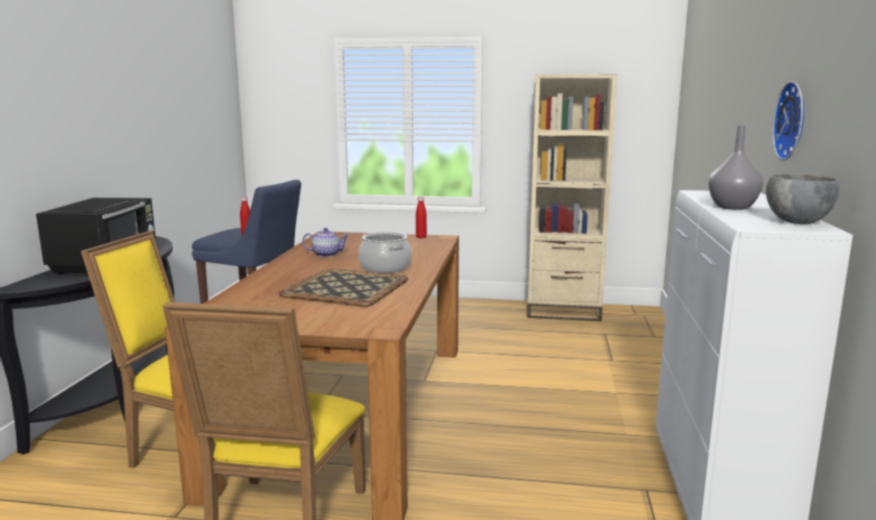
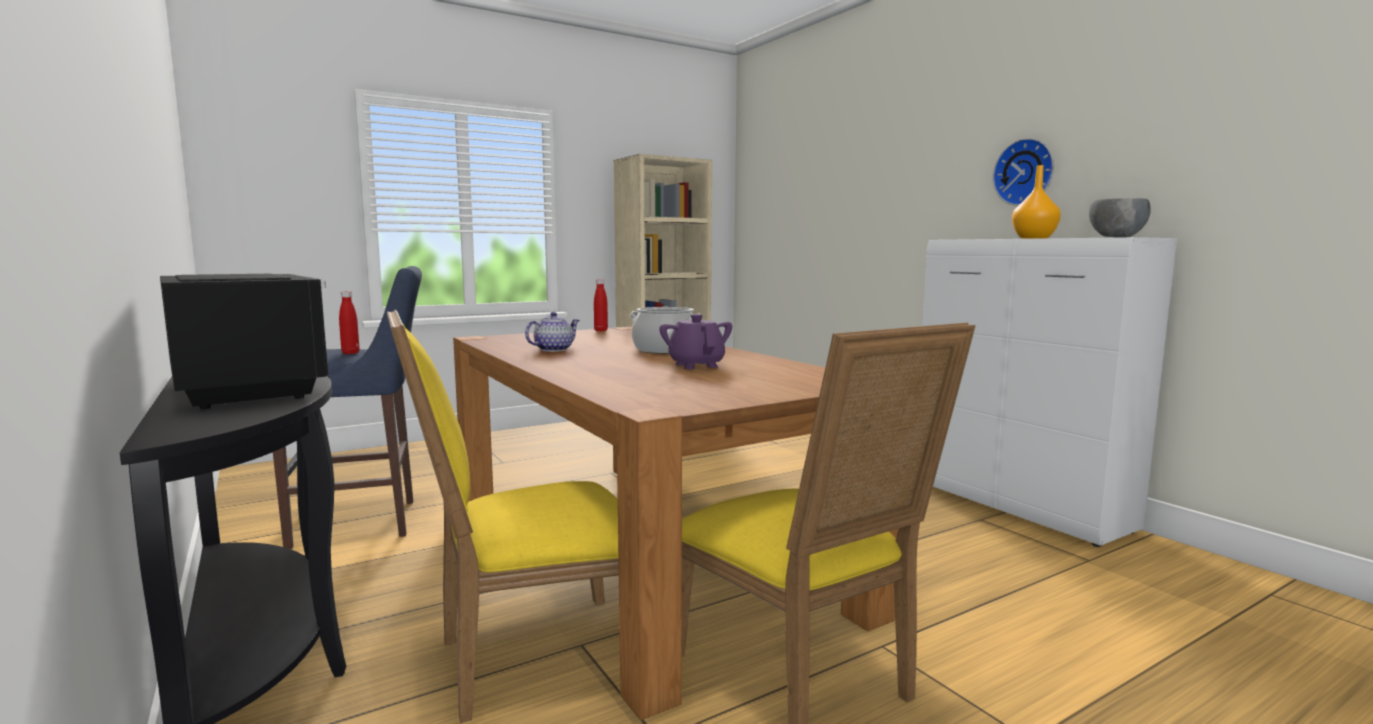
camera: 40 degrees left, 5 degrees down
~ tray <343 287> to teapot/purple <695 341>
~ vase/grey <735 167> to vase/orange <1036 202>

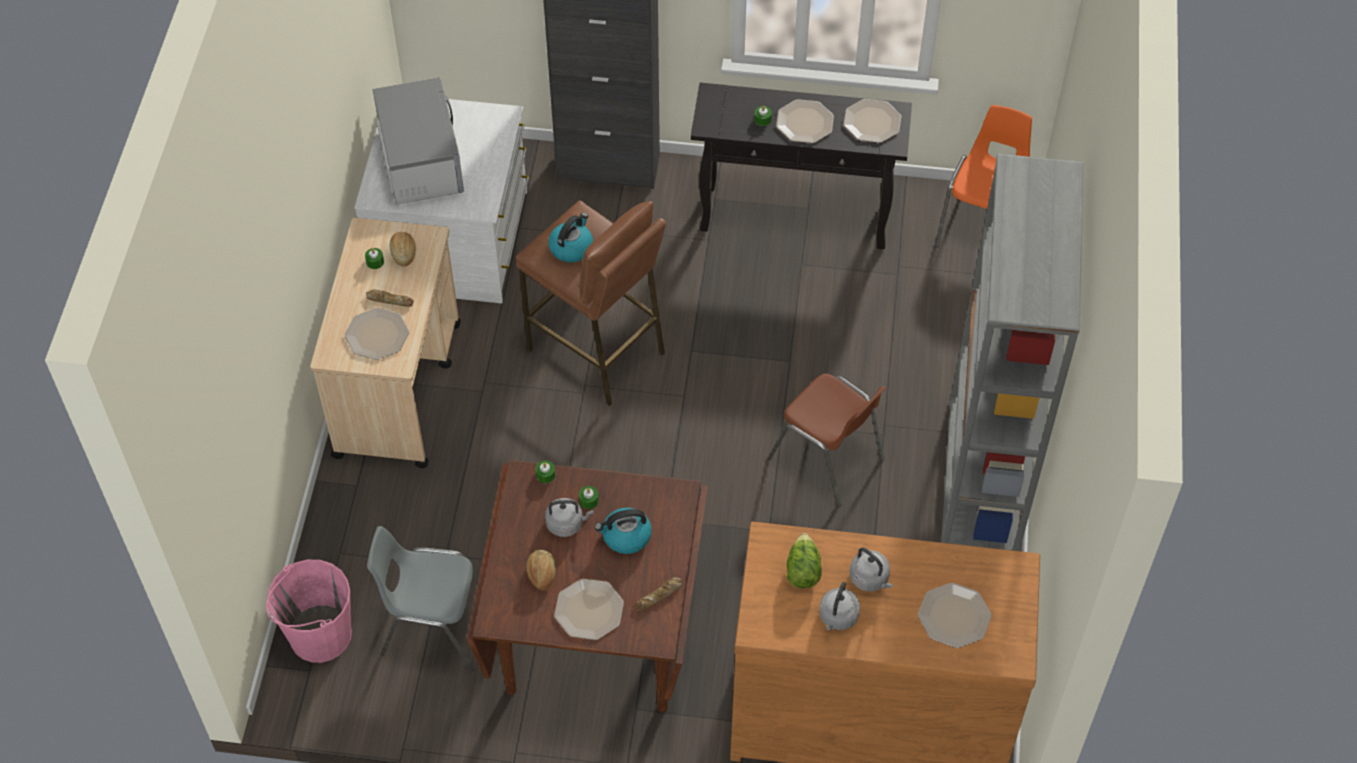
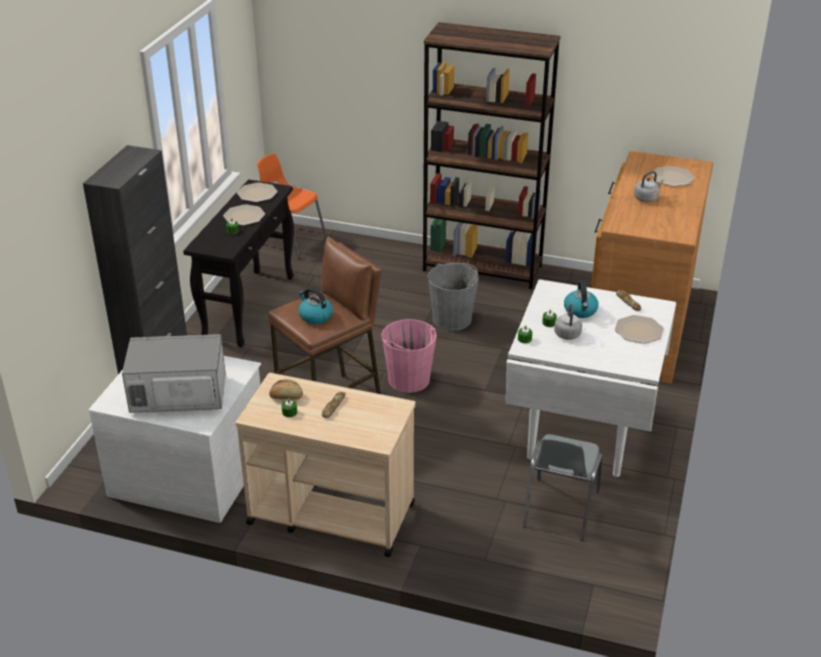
camera: 80 degrees left, 20 degrees down
~ bucket/pink <309 611> to <409 356>
- plate <377 334>
~ dining table/brown <587 586> to dining table/white <591 378>
- bread <541 570>
~ chair/brown <827 440> to bucket/grey <453 297>
- lettuce <804 560>
- kettle/grey <839 606>
~ bookcase/grey <1012 352> to bookcase/brown <492 155>

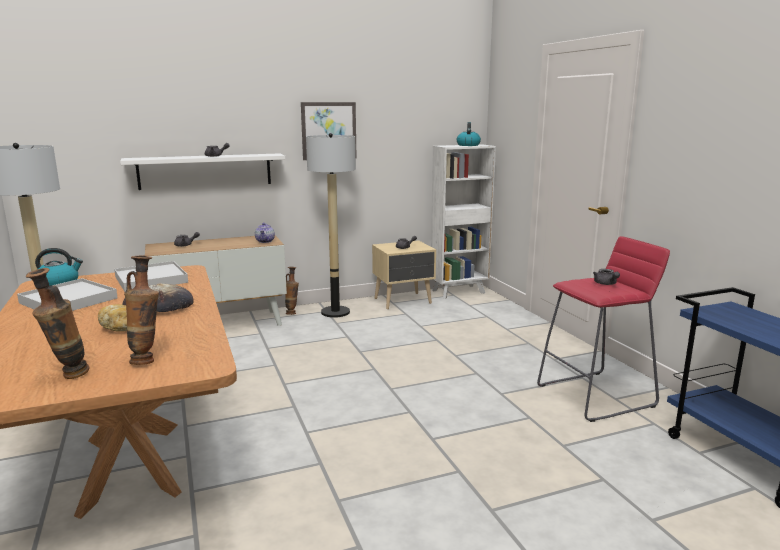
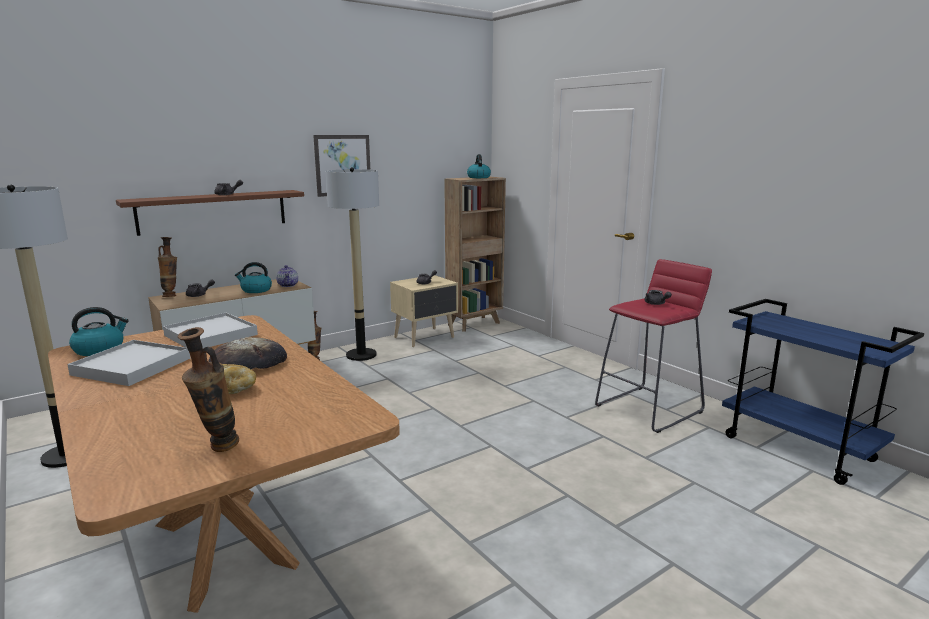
camera: 15 degrees left, 0 degrees up
~ shelf/white <202 171> to shelf/brown <210 213>
~ vase <141 310> to <167 267>
~ bookcase/white <463 221> to bookcase/brown <475 254>
+ kettle <253 277>

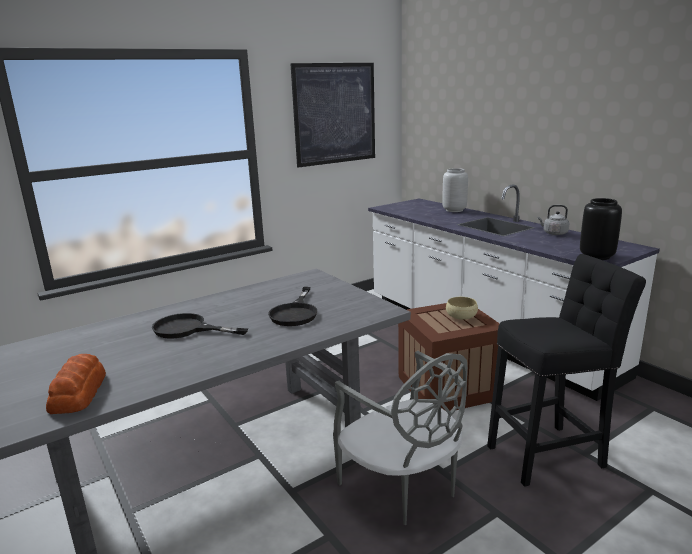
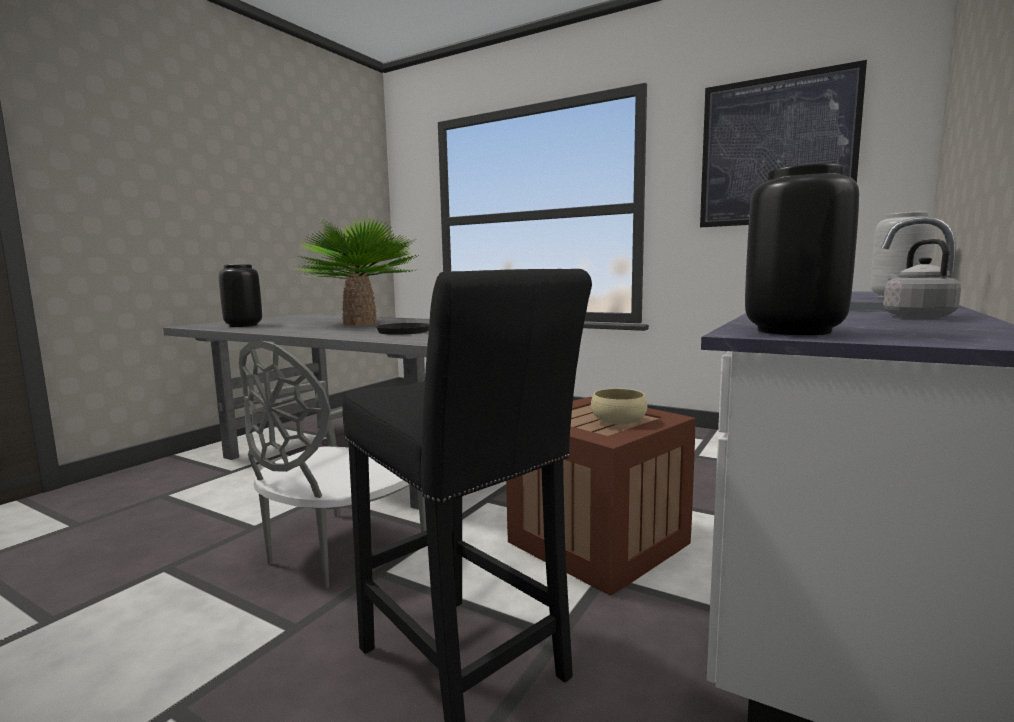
camera: 65 degrees right, 10 degrees down
~ bread <76 384> to vase/black <240 296>
~ frying pan/black <200 326> to potted plant <356 271>

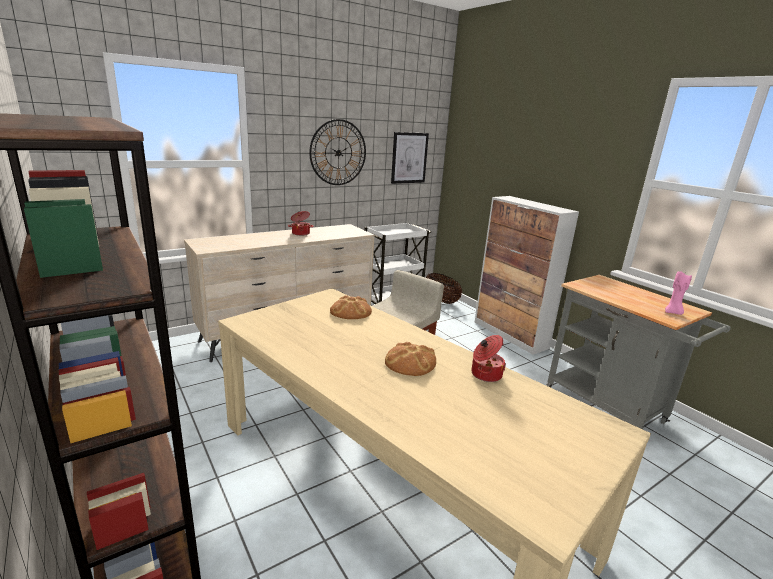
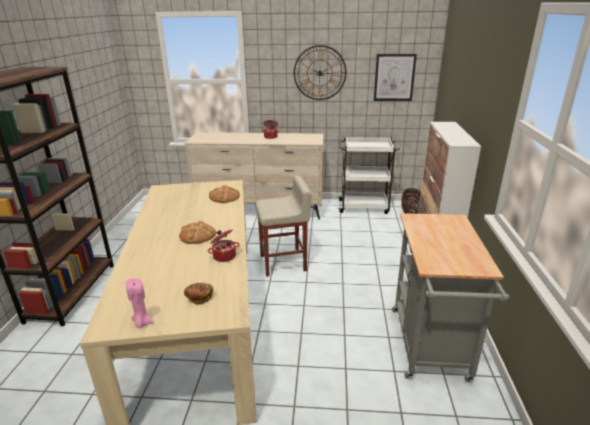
camera: 40 degrees right, 5 degrees up
~ candle/pink <678 293> to <140 303>
+ bread <198 294>

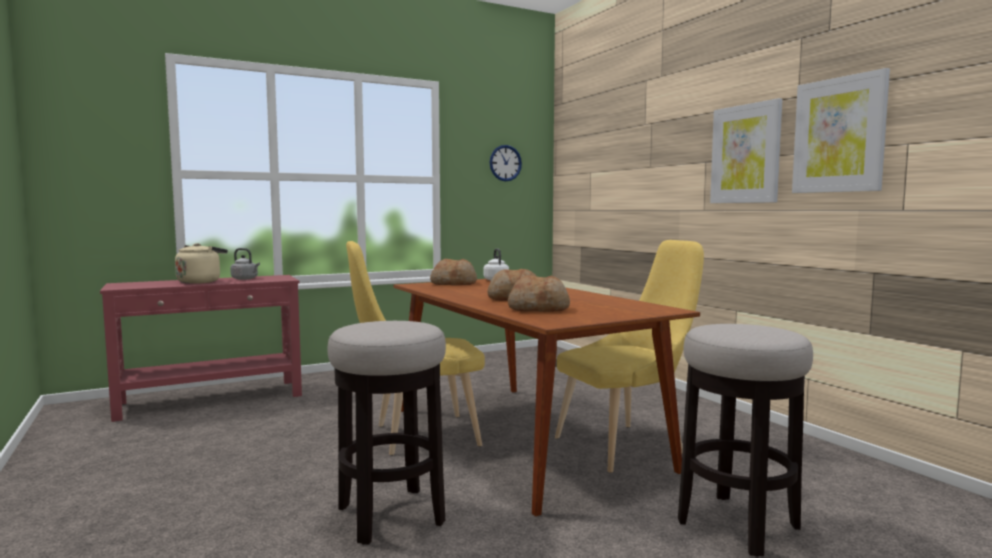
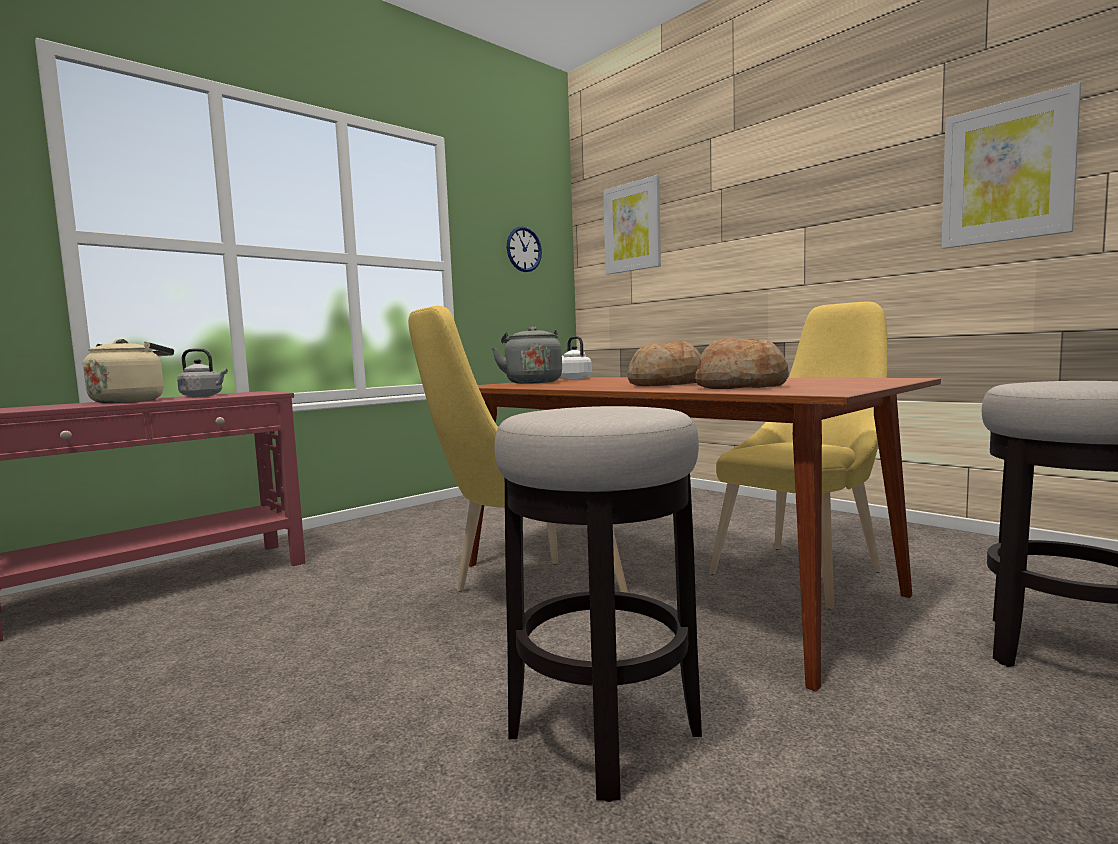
camera: 15 degrees left, 0 degrees up
~ bread <453 272> to kettle/grey <527 355>
~ picture <746 150> to <632 225>

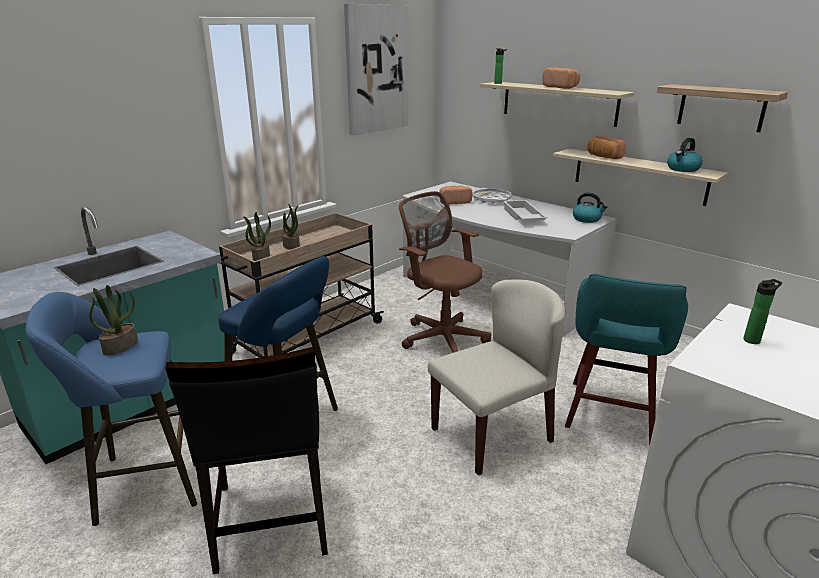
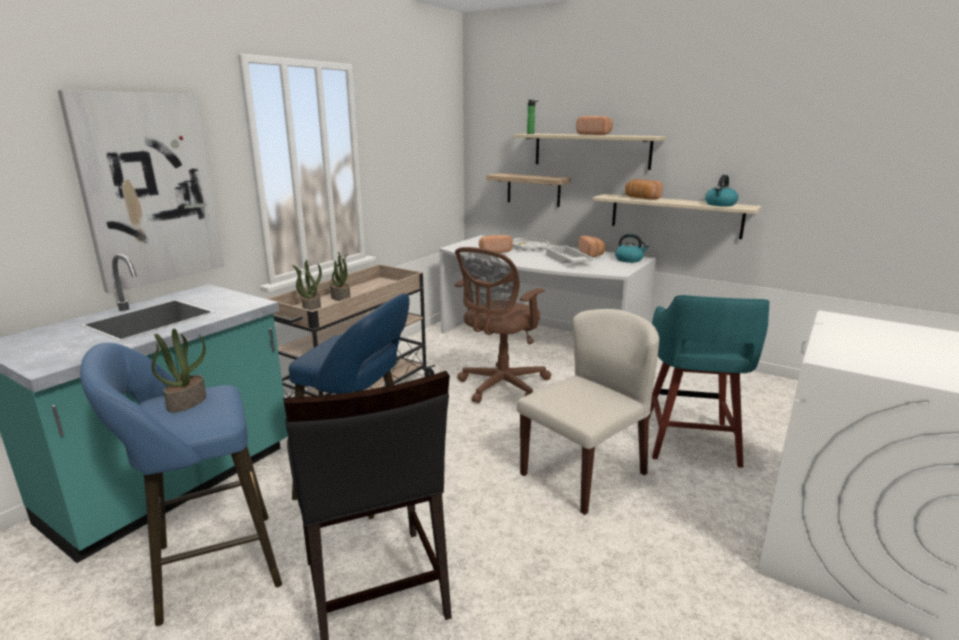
camera: 10 degrees left, 5 degrees down
~ picture <376 70> to <141 191>
~ office chair/brown <445 272> = <502 325> 90 degrees counterclockwise
~ shelf <722 108> to <528 190>
- bottle <762 311>
+ bread <592 246>

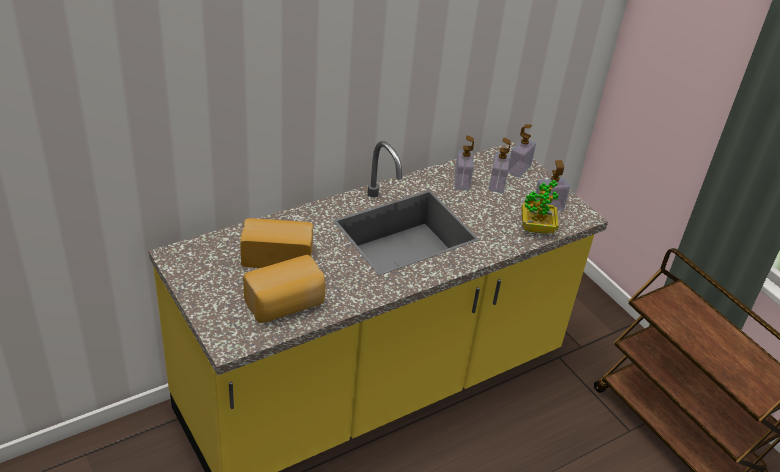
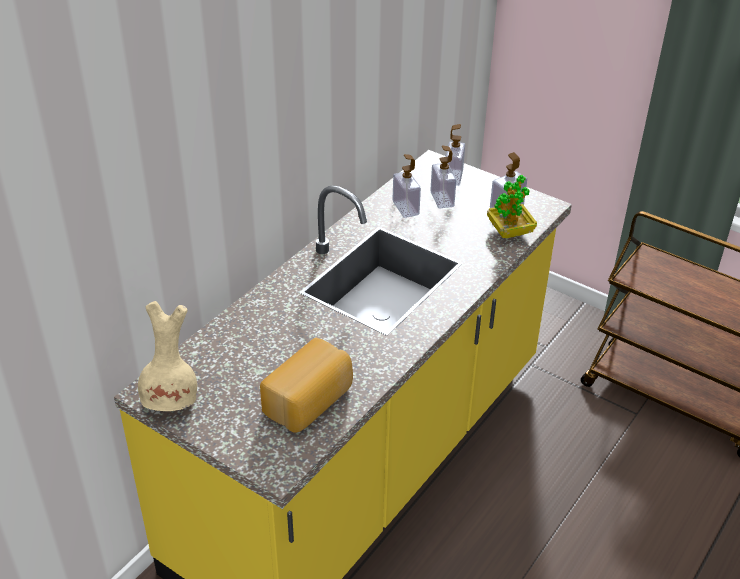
camera: 20 degrees left, 0 degrees up
- bread <276 243>
+ vase/beige <167 356>

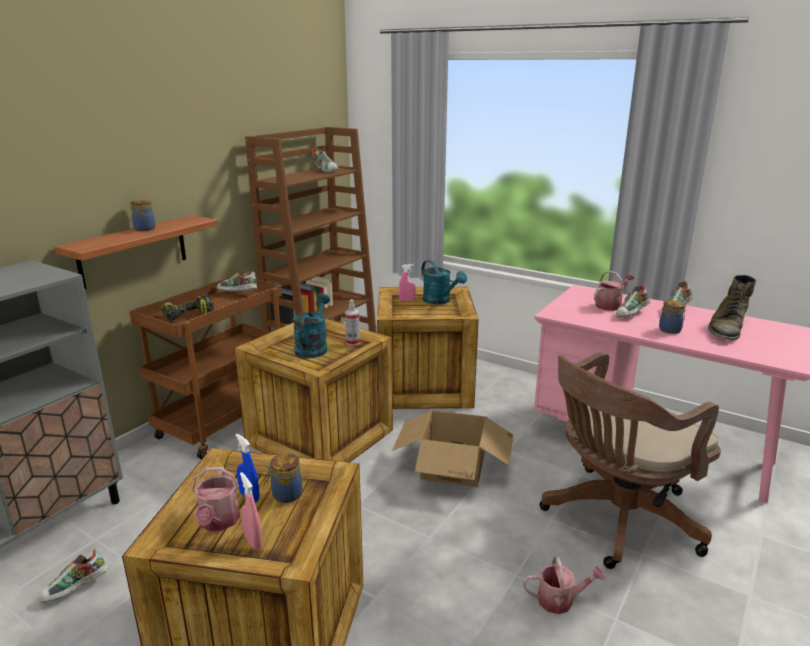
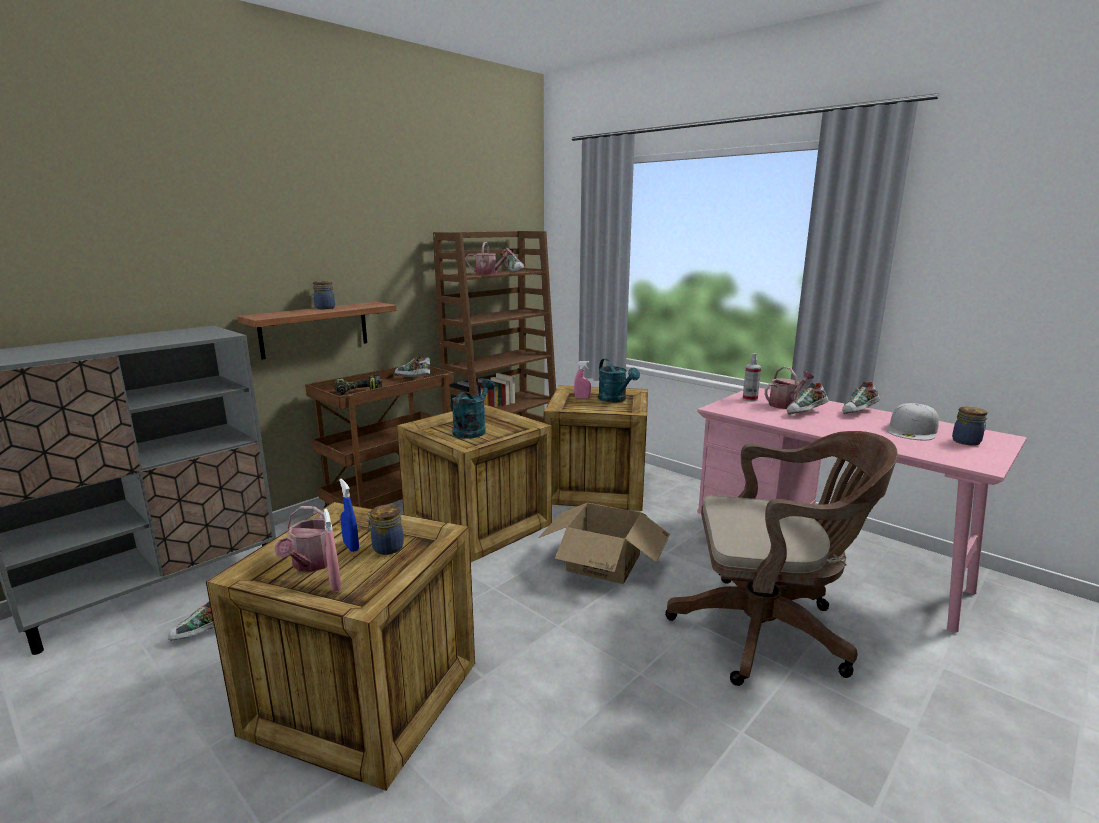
camera: 10 degrees right, 5 degrees down
~ spray bottle <352 322> to <752 377>
~ watering can <564 585> to <490 258>
~ office chair/brown <630 460> = <781 558> 150 degrees counterclockwise
~ jar <672 317> to <970 426>
~ boot/green <732 308> to cap/white <913 422>

